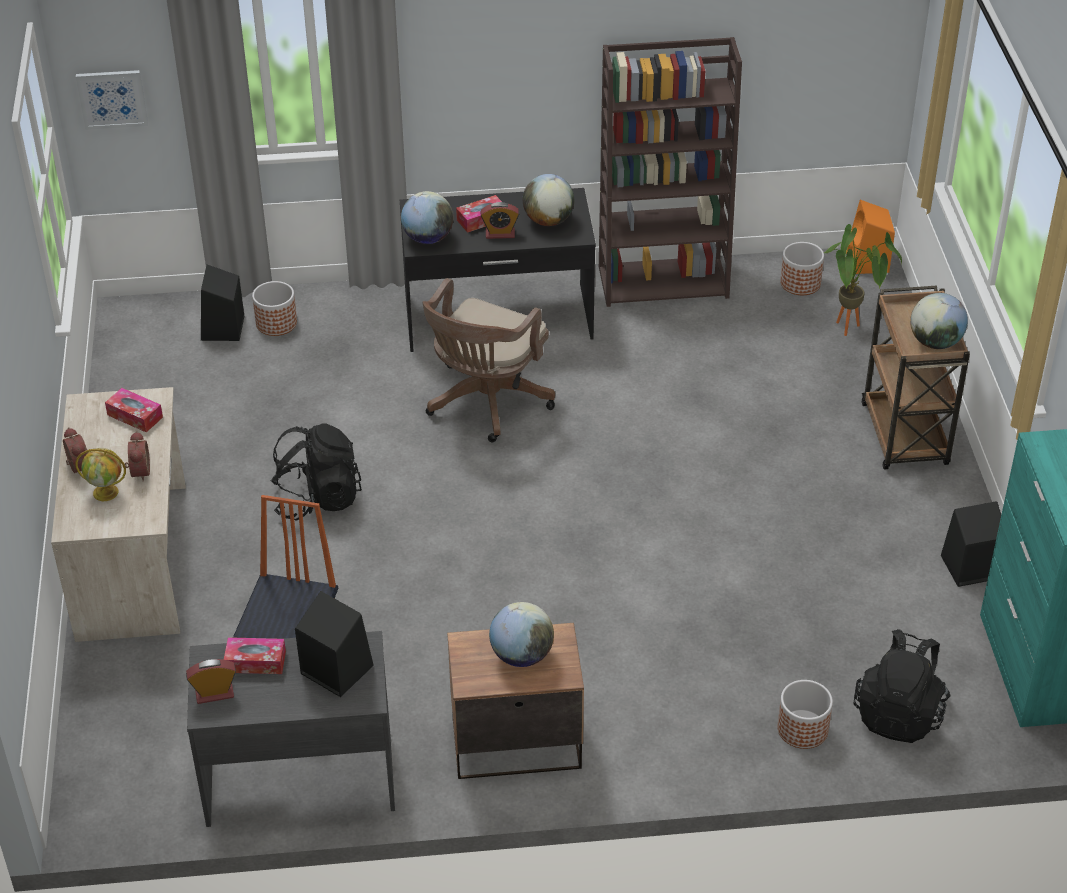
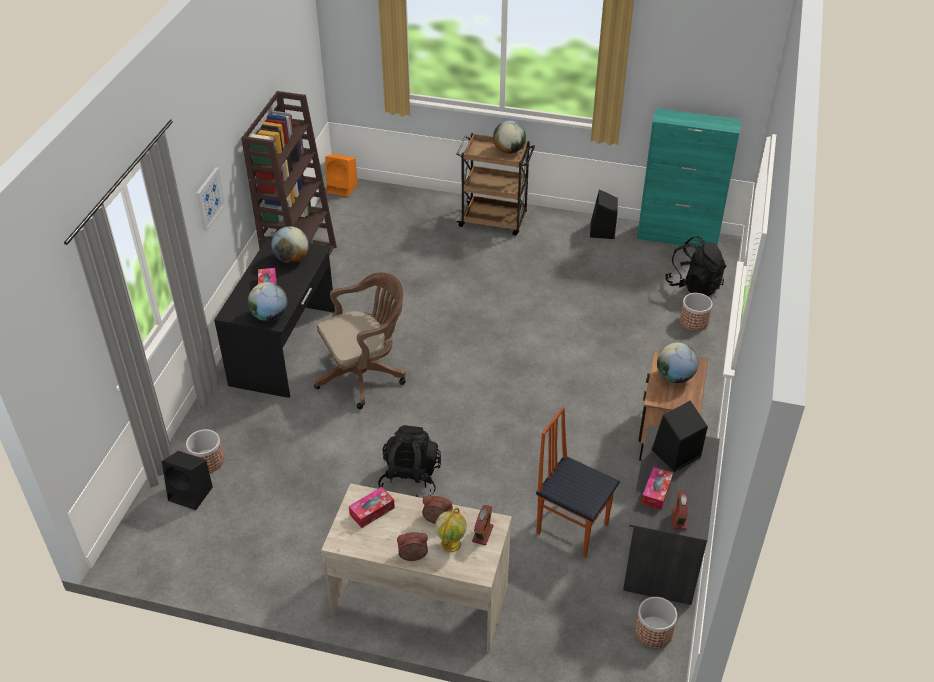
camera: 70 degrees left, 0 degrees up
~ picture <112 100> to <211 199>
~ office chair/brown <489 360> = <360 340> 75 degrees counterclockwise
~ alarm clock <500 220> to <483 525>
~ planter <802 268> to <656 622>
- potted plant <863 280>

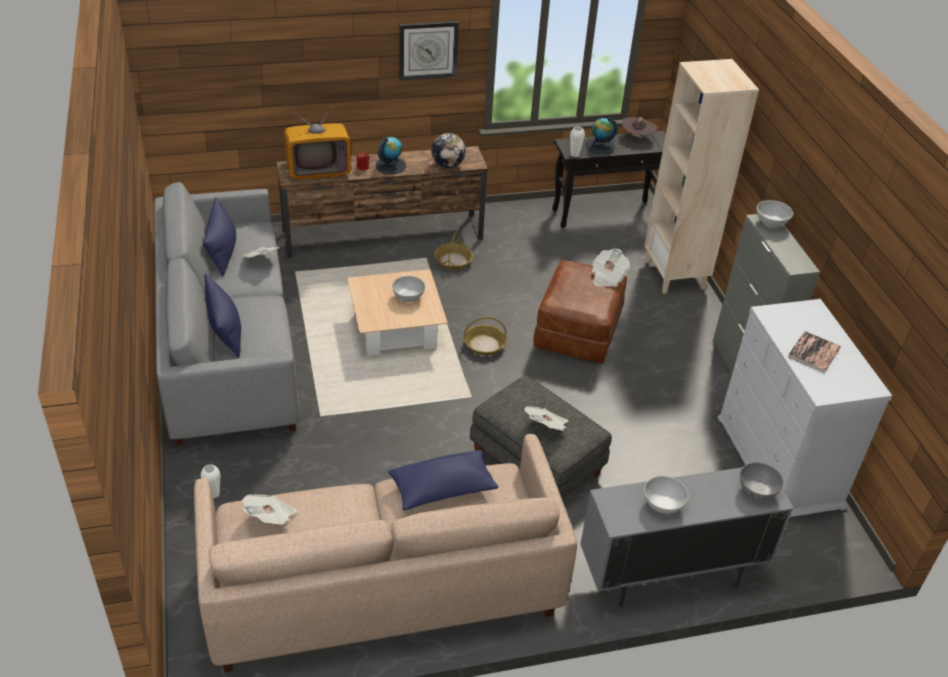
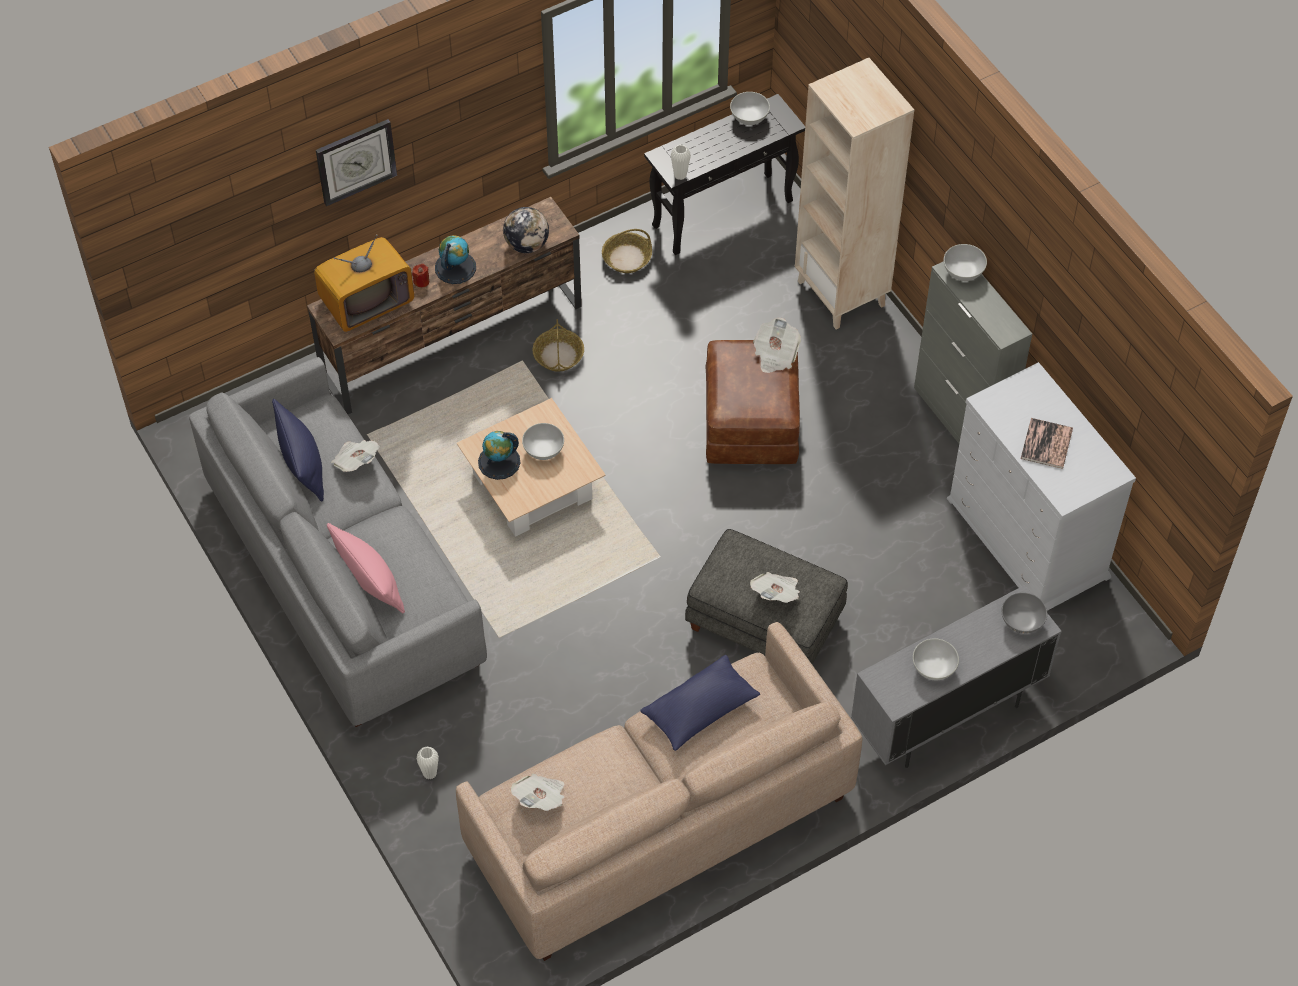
camera: 15 degrees left, 15 degrees up
~ pillow/blue <222 316> to pillow/pink <366 568>
~ wall clock <429 51> to <356 162>
~ basket <485 336> to <627 251>
~ globe <601 135> to <499 455>
~ hat/brown <639 127> to bowl/white <750 108>

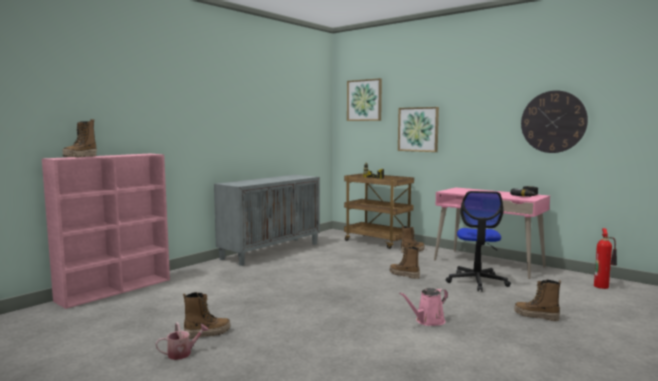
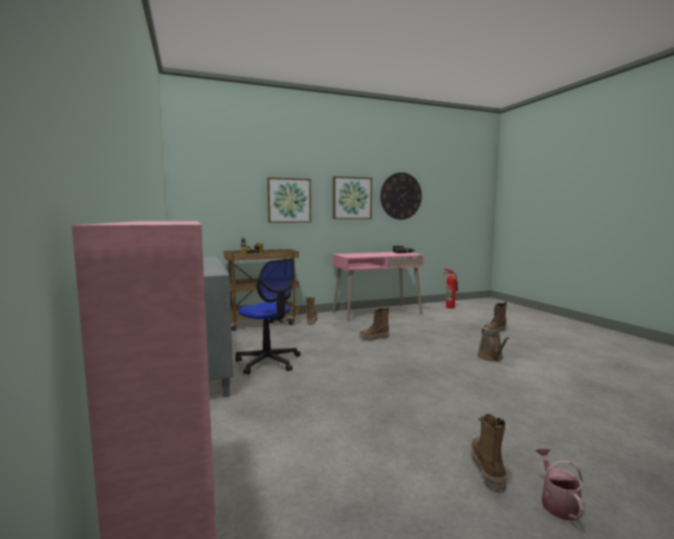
camera: 60 degrees left, 0 degrees up
- boot <80 138>
~ picture <364 99> to <352 197>
~ watering can/pink <423 307> to watering can/brown <493 345>
~ office chair <478 241> to <267 316>

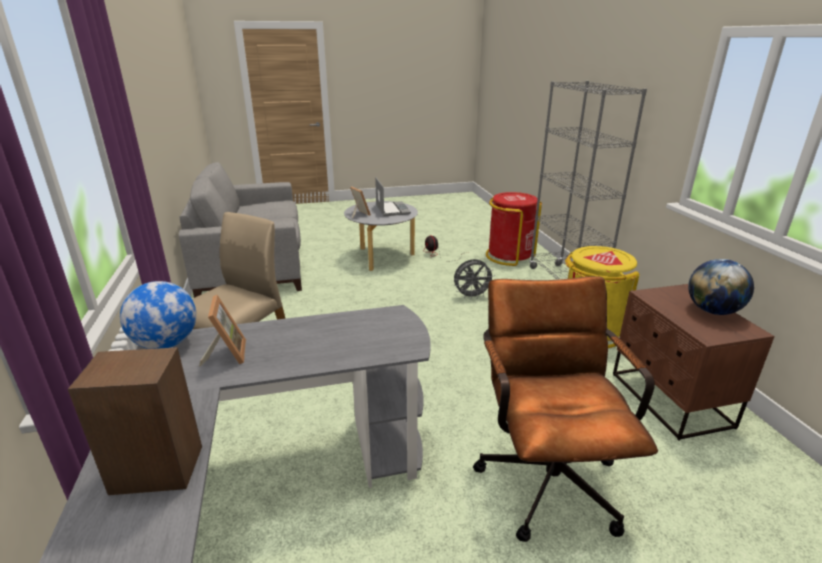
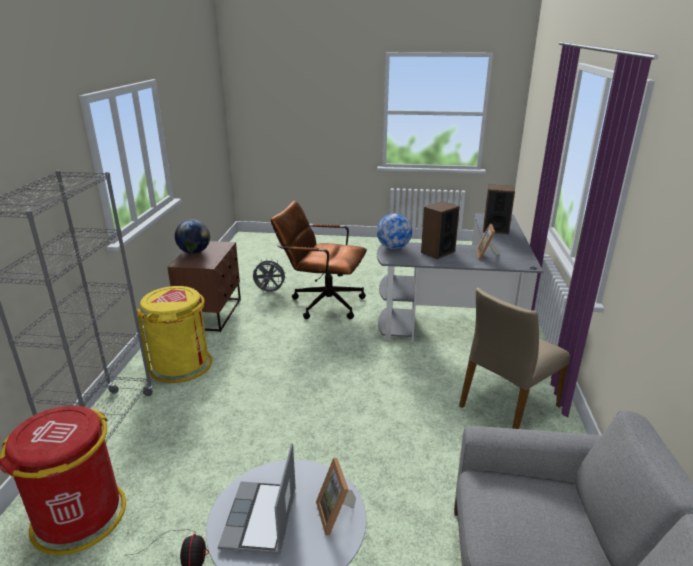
camera: 160 degrees left, 0 degrees up
~ globe <158 315> to <394 231>
~ fan/grey <474 279> to <270 275>
~ office chair/brown <565 409> = <319 260> 90 degrees clockwise
+ speaker <440 230>

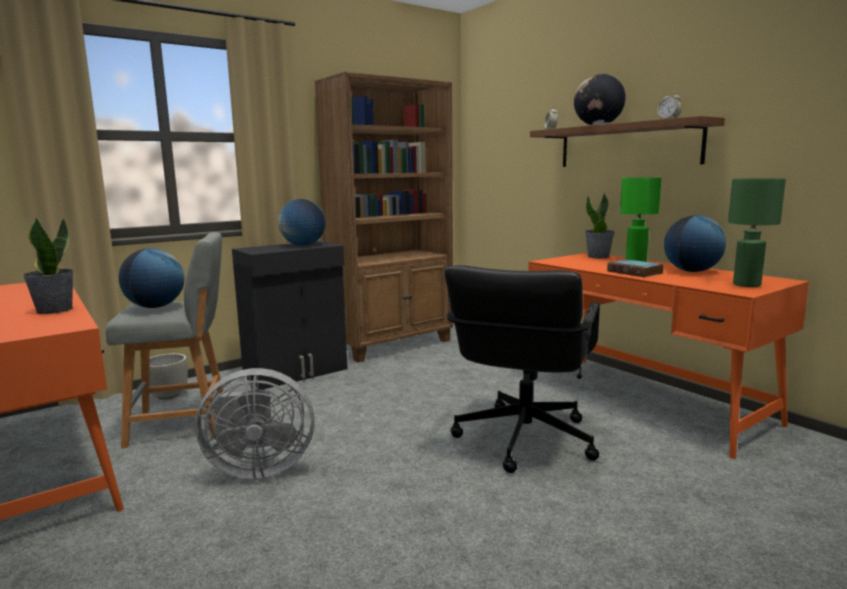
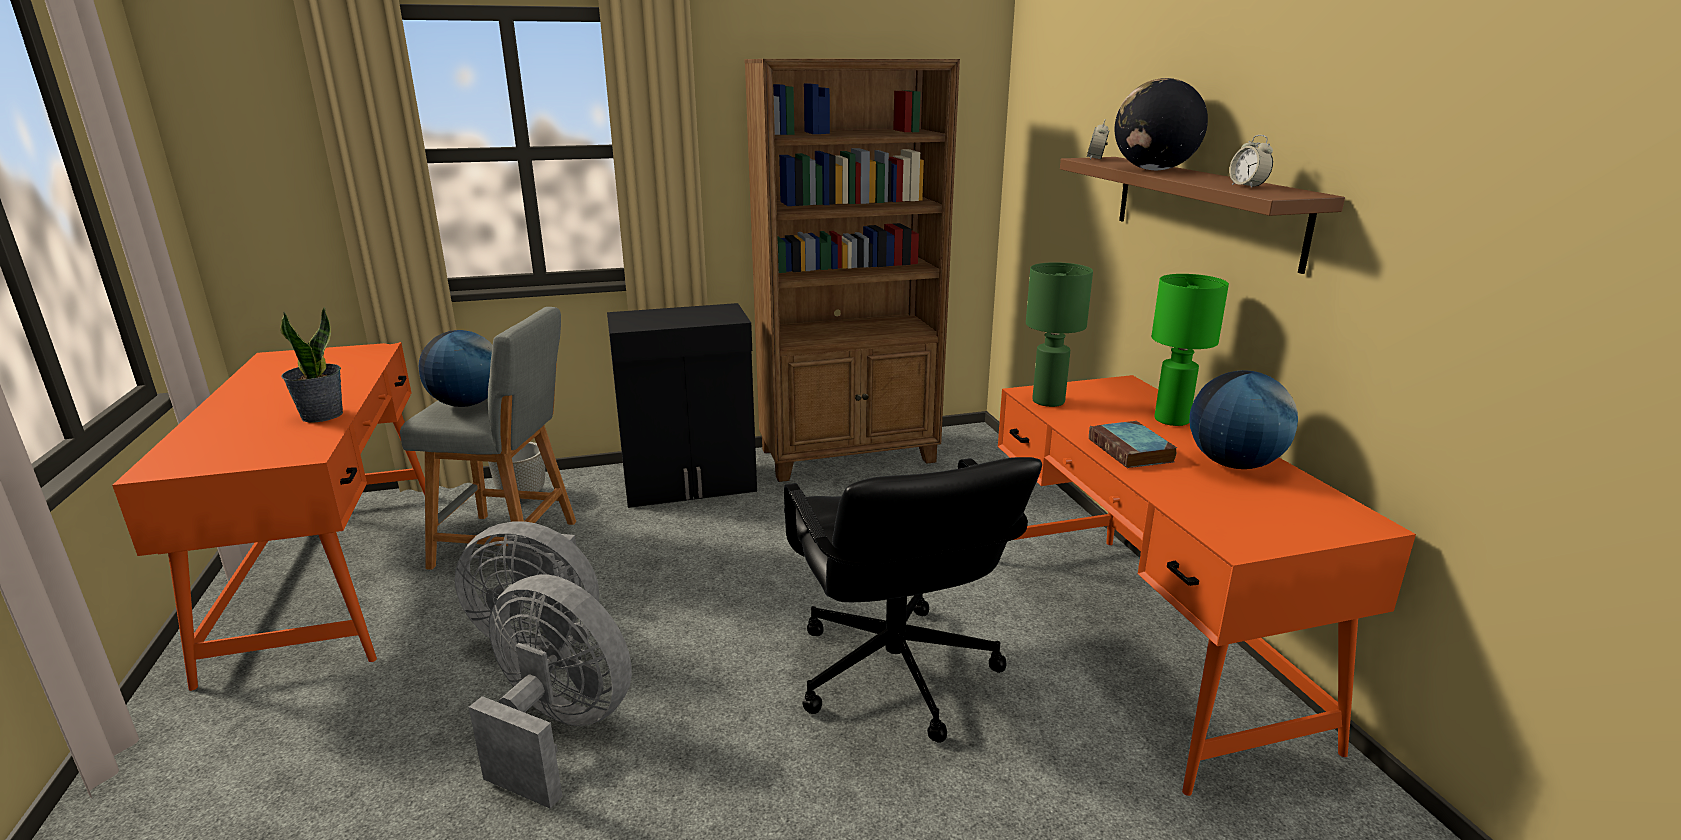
camera: 20 degrees right, 10 degrees up
- globe <301 222>
~ office chair/black <522 369> = <913 600> 60 degrees counterclockwise
- potted plant <600 226>
~ table lamp/green <757 232> to <1059 334>
+ fan/grey <550 692>

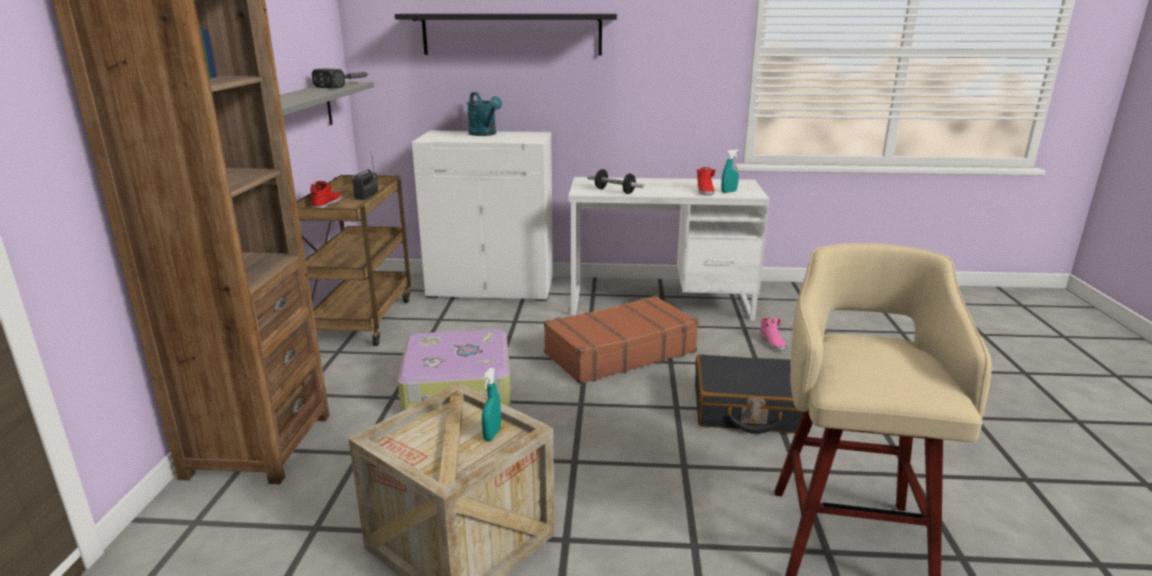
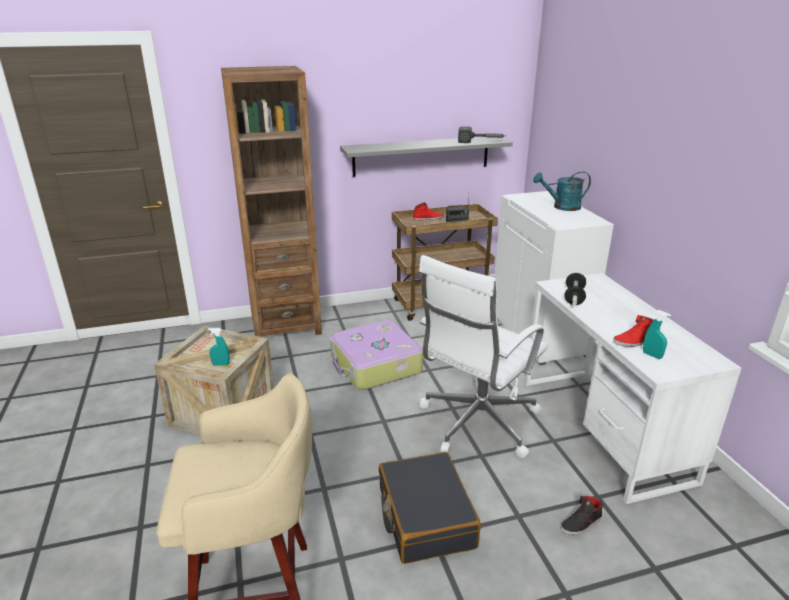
camera: 70 degrees right, 5 degrees up
- shelf/black <506 35>
~ watering can/turquoise <484 114> = <562 191> 45 degrees clockwise
~ suitcase/brown <621 339> to office chair/white <483 356>
~ shoe/pink <772 334> to shoe/black <582 515>

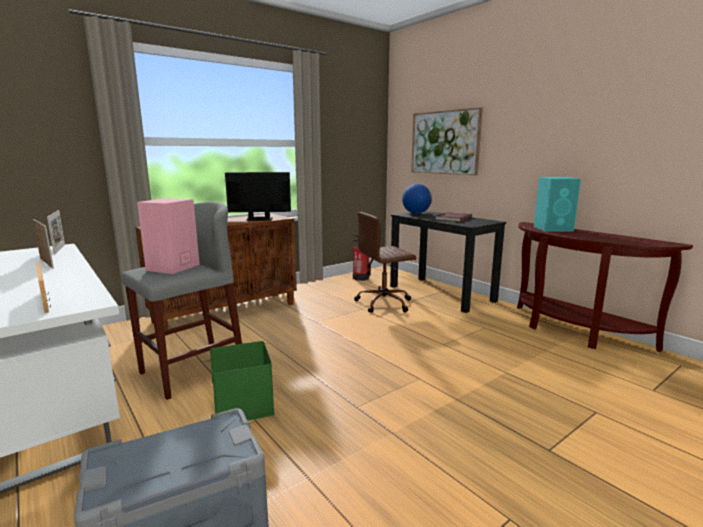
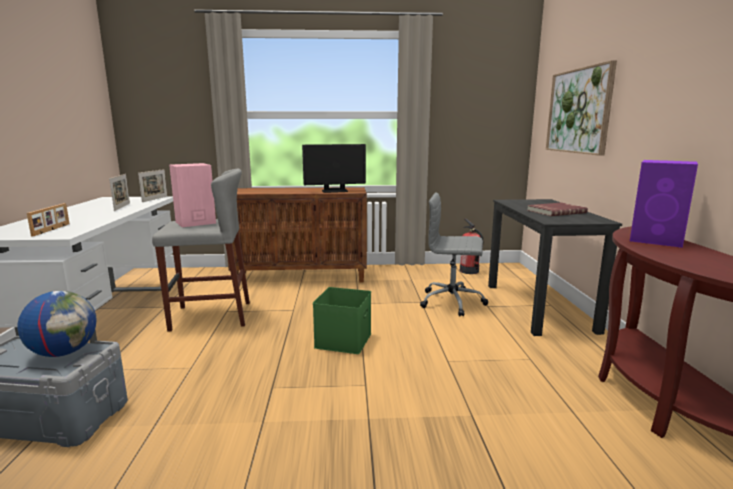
camera: 35 degrees right, 0 degrees up
~ storage box/green <242 381> to <342 320>
~ monitor <258 196> = <334 168> 135 degrees clockwise
~ office chair/brown <385 262> to office chair/grey <454 254>
~ globe <417 199> to <56 324>
~ speaker/turquoise <557 204> to speaker/purple <664 204>

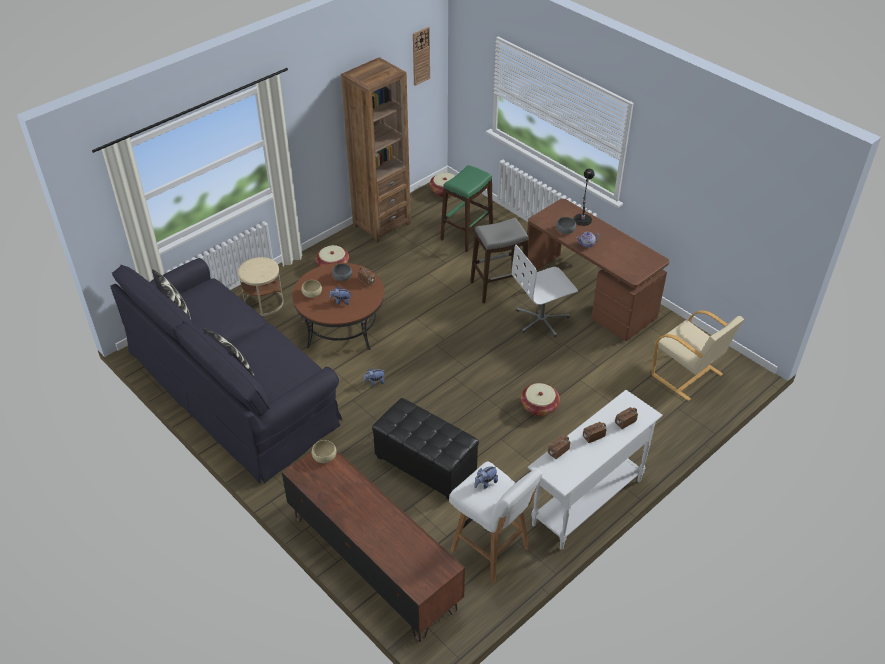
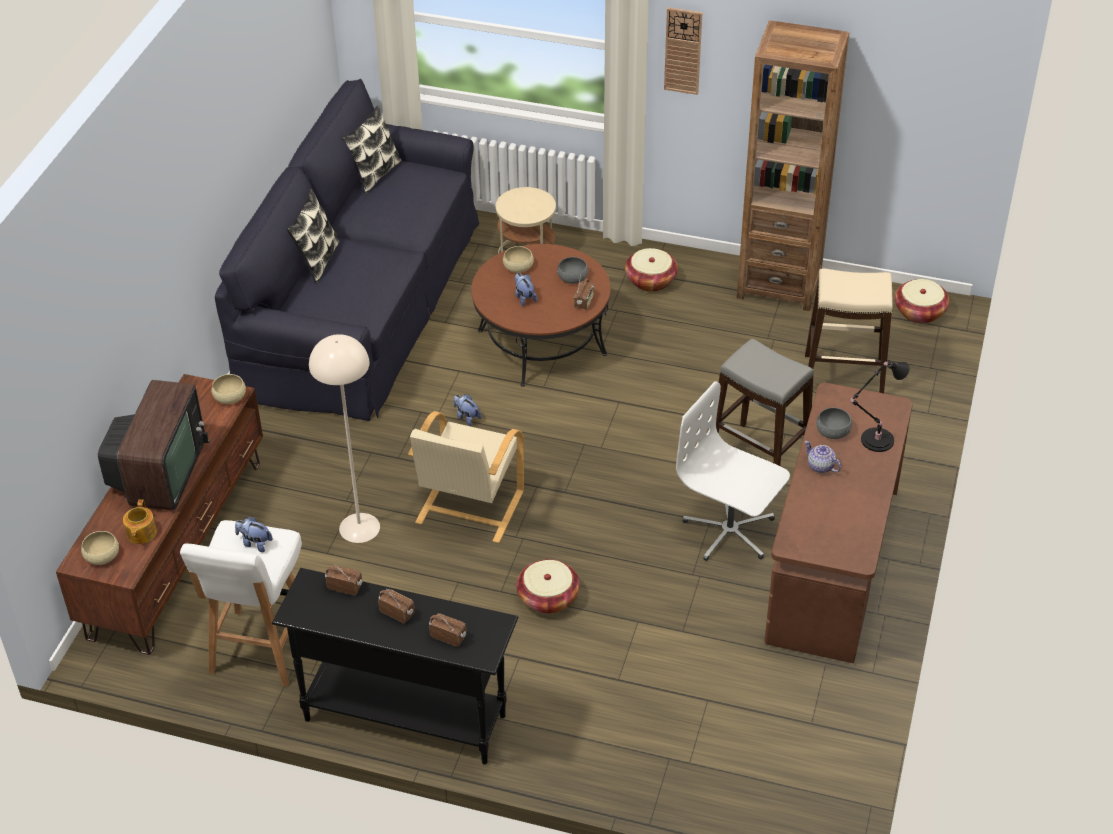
camera: 60 degrees right, 0 degrees up
~ ottoman/black <425 449> to floor lamp/beige <344 438>
~ wall clock <421 56> to <683 51>
~ stool/green <466 208> to stool/beige <849 330>
~ console table/white <595 470> to console table/black <395 666>
~ armchair/beige <697 355> to <466 477>
+ bowl/beige <100 548>
+ television <154 445>
+ teapot <140 521>

